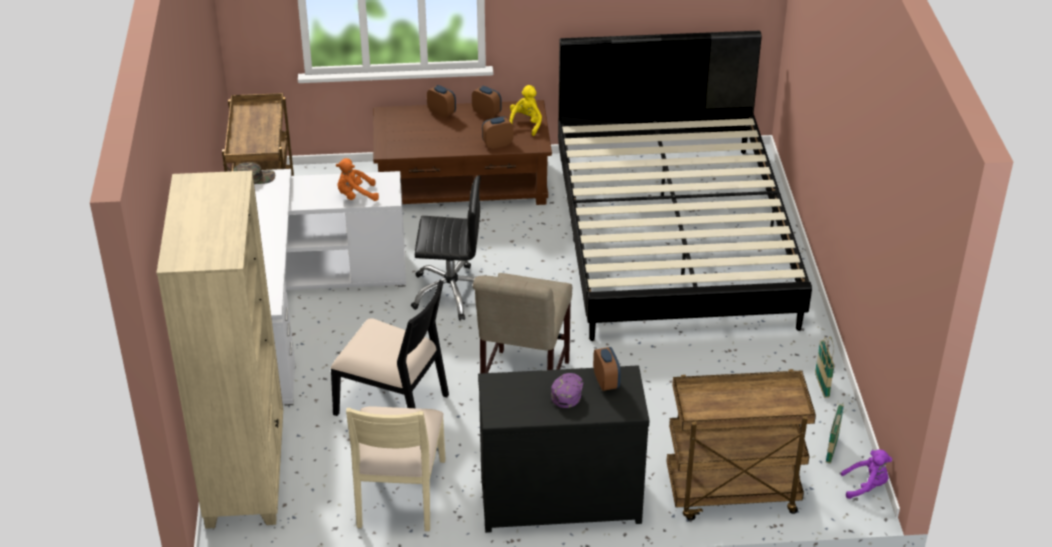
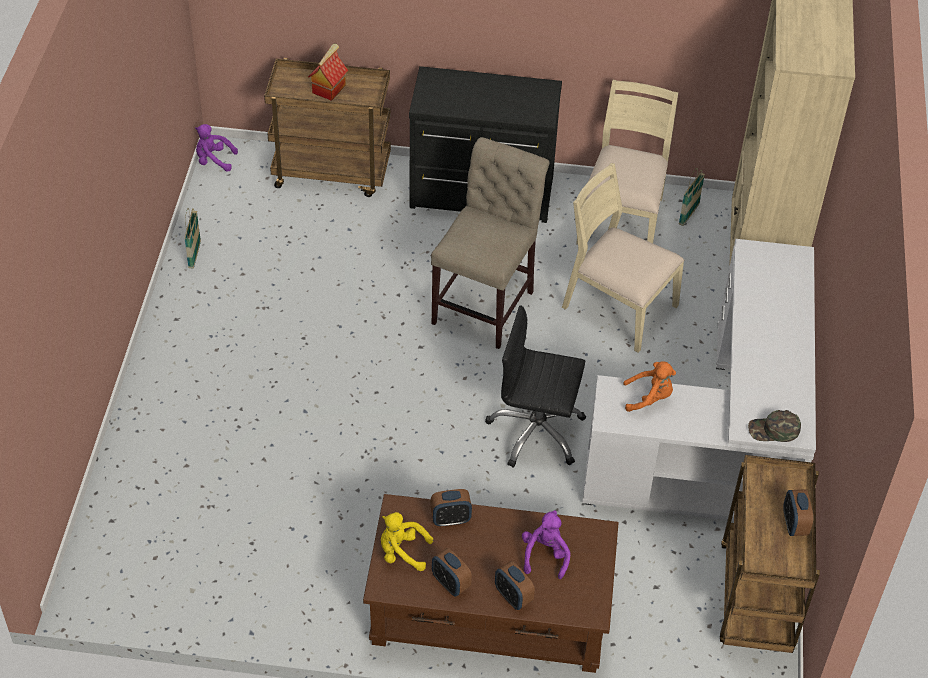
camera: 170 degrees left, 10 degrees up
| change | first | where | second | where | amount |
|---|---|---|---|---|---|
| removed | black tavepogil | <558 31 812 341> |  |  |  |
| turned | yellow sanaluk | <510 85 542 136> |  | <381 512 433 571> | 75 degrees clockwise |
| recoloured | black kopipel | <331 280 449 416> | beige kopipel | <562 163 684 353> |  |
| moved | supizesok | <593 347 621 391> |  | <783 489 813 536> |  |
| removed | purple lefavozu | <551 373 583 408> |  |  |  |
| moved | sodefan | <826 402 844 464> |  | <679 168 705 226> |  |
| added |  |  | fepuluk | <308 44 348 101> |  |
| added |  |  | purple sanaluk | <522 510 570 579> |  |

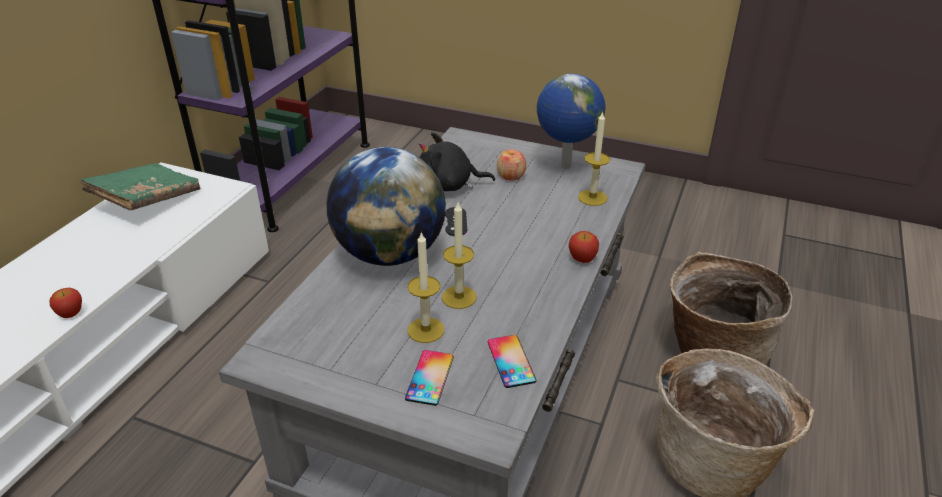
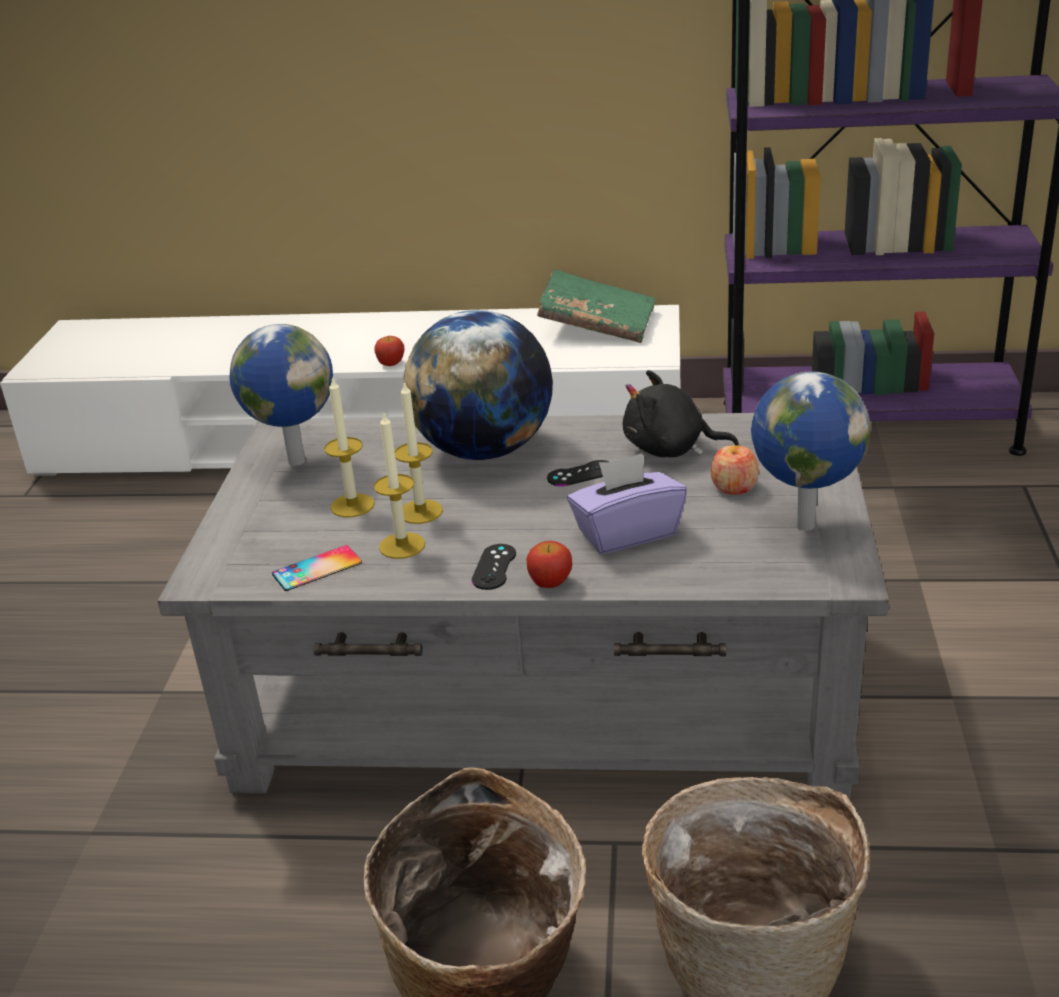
camera: 75 degrees right, 5 degrees down
| change | first | where | second | where | amount |
|---|---|---|---|---|---|
| moved | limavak | <578 111 610 206> |  | <374 413 425 559> |  |
| turned | black sanaluk | <419 132 495 191> |  | <623 370 739 457> | 60 degrees counterclockwise |
| removed | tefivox | <405 350 454 406> |  |  |  |
| added |  |  | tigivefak | <229 324 333 466> |  |
| added |  |  | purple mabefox | <567 453 687 554> |  |
| added |  |  | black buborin | <472 544 516 590> |  |

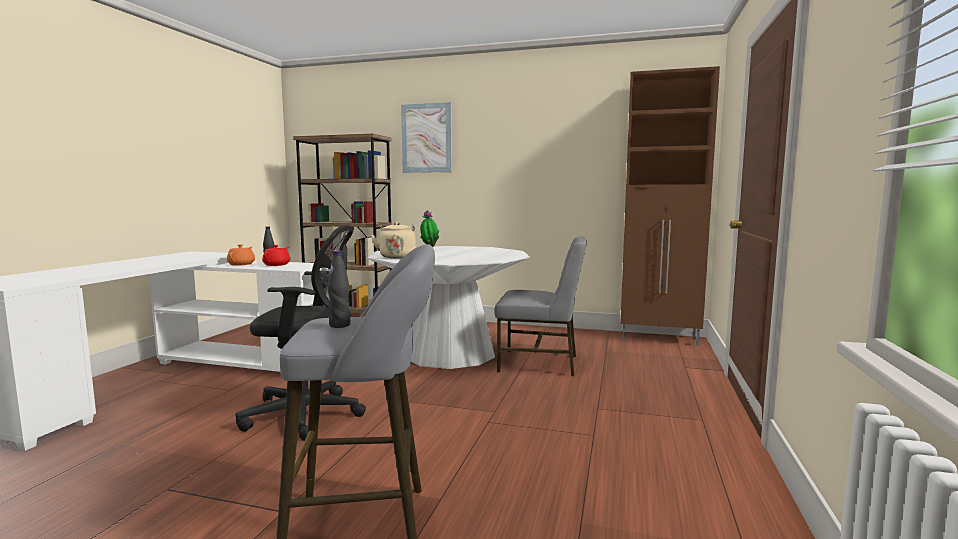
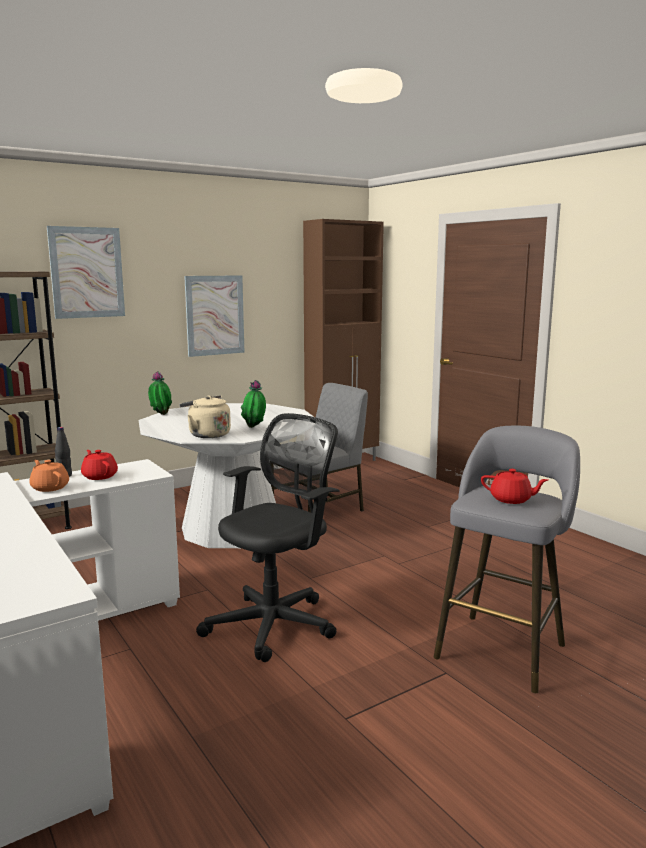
camera: 50 degrees left, 5 degrees up
| change | first | where | second | where | amount |
|---|---|---|---|---|---|
| replaced | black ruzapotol | <328 250 350 328> | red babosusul | <481 469 548 504> |  |
| added |  |  | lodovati | <184 275 245 357> |  |
| added |  |  | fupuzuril | <241 380 266 428> |  |

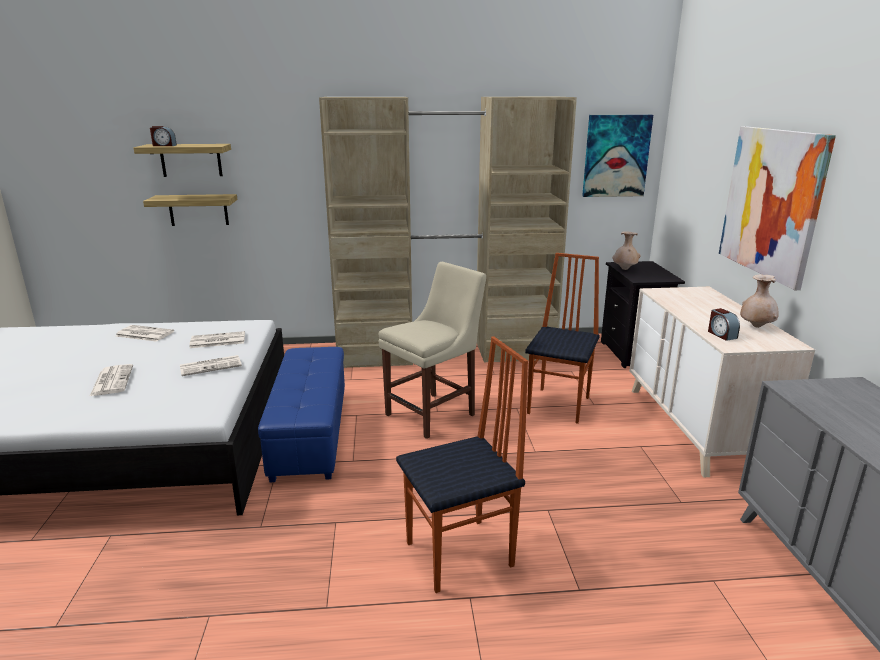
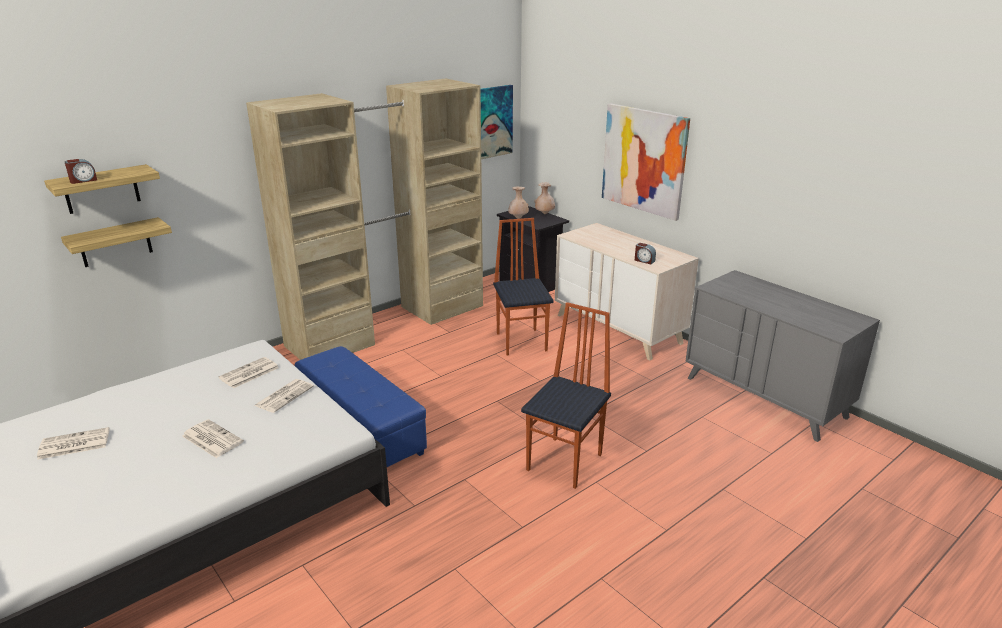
camera: 35 degrees left, 5 degrees up
| change | first | where | second | where | amount |
|---|---|---|---|---|---|
| removed | beige kopipel | <379 262 486 439> |  |  |  |
| moved | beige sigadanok | <740 274 779 328> |  | <534 182 555 214> |  |
| moved | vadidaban | <116 325 174 342> |  | <37 427 109 460> |  |

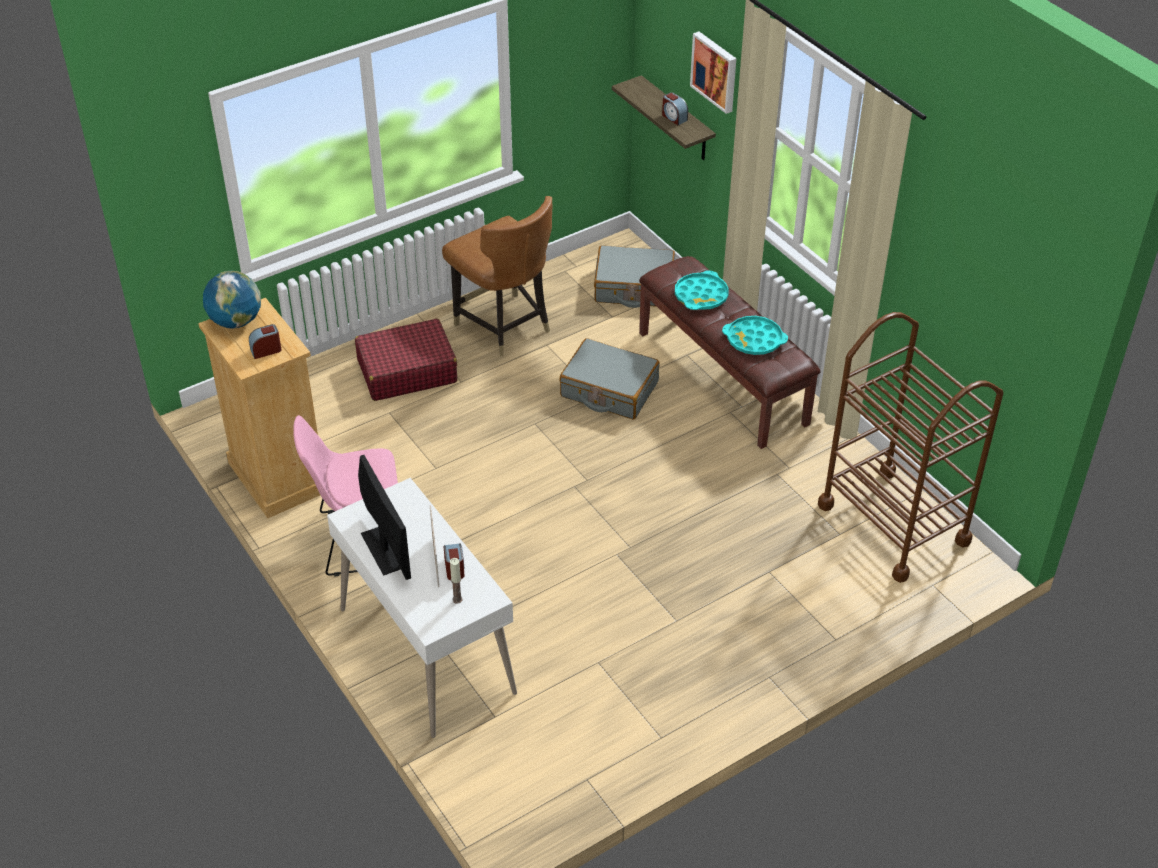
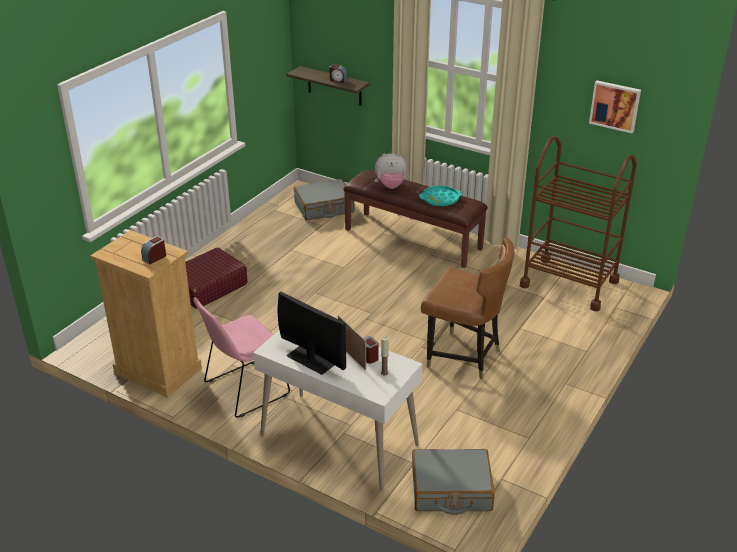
camera: 25 degrees left, 10 degrees down
| change | first | where | second | where | amount |
|---|---|---|---|---|---|
| moved | lodovati | <690 31 737 114> |  | <589 80 641 133> |  |
| moved | brown kopipel | <442 196 552 356> |  | <421 237 514 380> |  |
| replaced | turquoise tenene | <675 270 729 310> | sanaluk | <375 153 407 189> |  |
| removed | tigivefak | <203 271 261 329> |  |  |  |
| moved | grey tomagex | <559 338 660 419> |  | <412 449 495 515> |  |

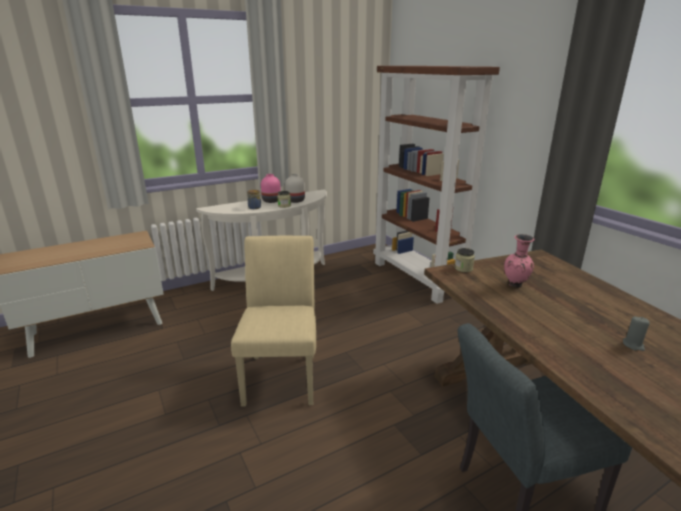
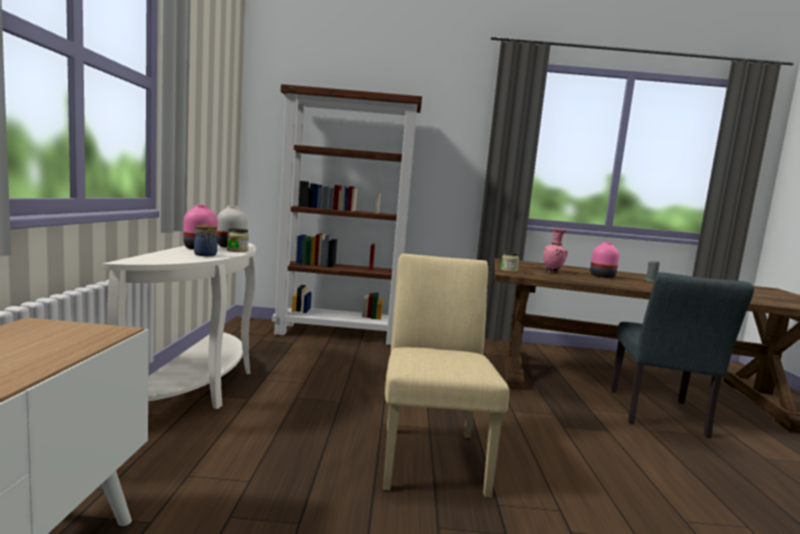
camera: 60 degrees left, 15 degrees down
| change | first | where | second | where | amount |
|---|---|---|---|---|---|
| turned | beige kopipel | <231 236 316 406> |  | <383 254 509 498> | 60 degrees clockwise |
| added |  |  | pink sigadanok | <590 242 619 278> |  |

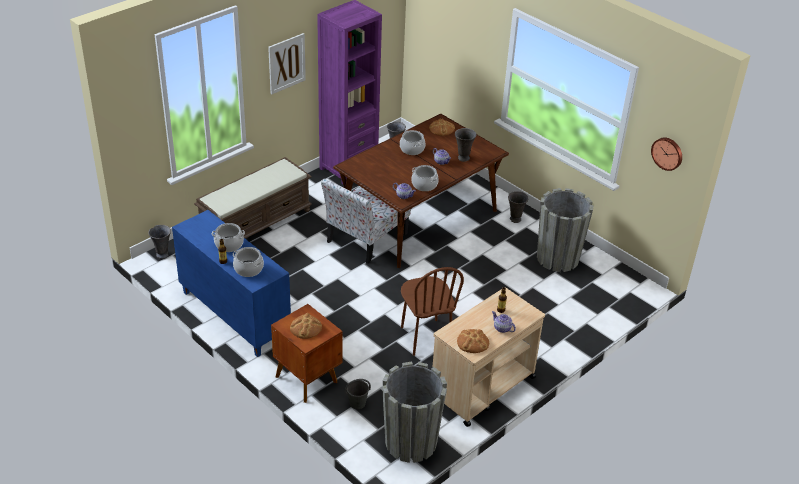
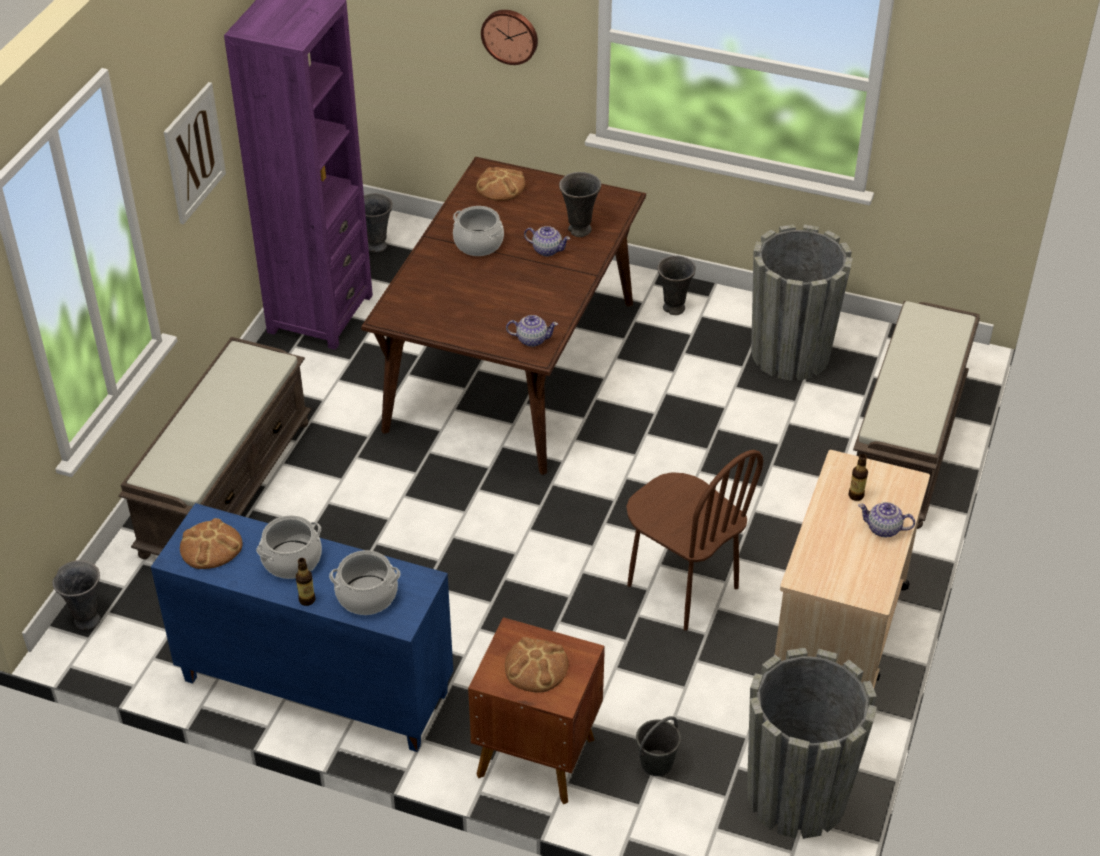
camera: 25 degrees left, 5 degrees up
| change | first | where | second | where | amount |
|---|---|---|---|---|---|
| moved | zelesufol | <651 137 682 171> |  | <481 10 538 65> |  |
| removed | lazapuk | <411 165 439 191> |  |  |  |
| removed | kopipel | <321 179 411 264> |  |  |  |
| moved | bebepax | <457 329 489 353> |  | <180 518 243 569> |  |
| added |  |  | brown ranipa | <853 301 980 529> |  |

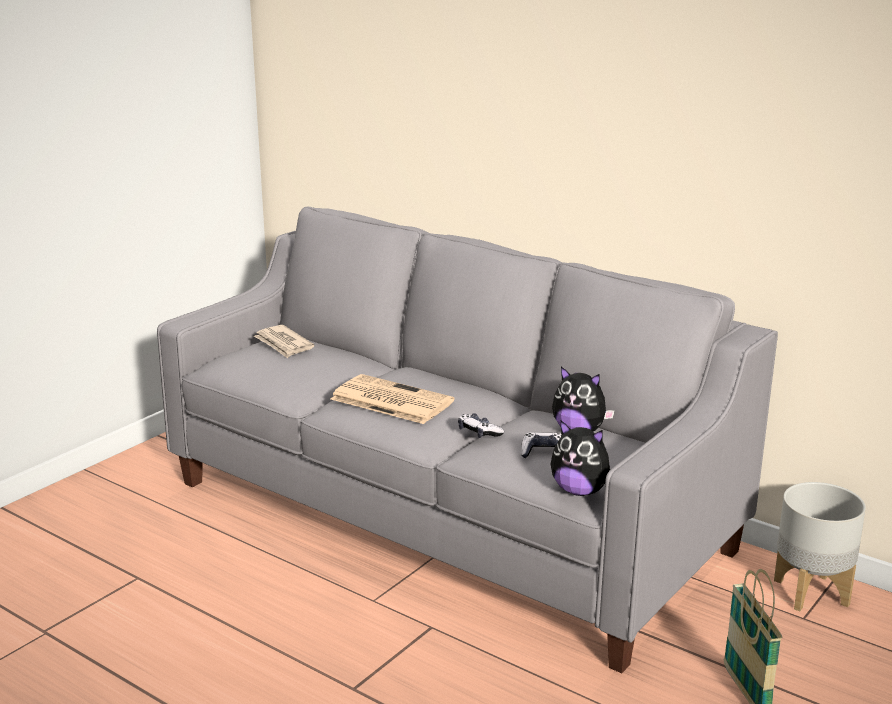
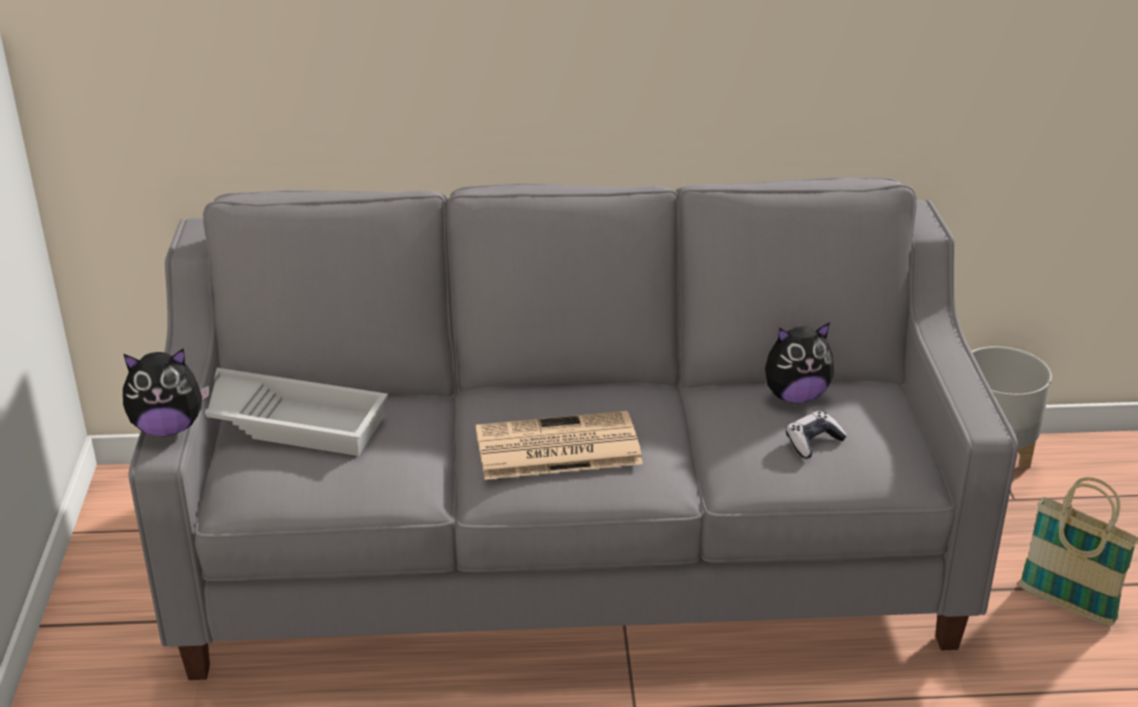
camera: 40 degrees left, 10 degrees up
| change | first | where | second | where | amount |
|---|---|---|---|---|---|
| replaced | vadidaban | <254 325 315 358> | white tenene | <205 368 388 456> |  |
| removed | buborin | <458 413 504 438> |  |  |  |
| moved | sanaluk | <551 421 611 496> |  | <123 349 209 436> |  |

